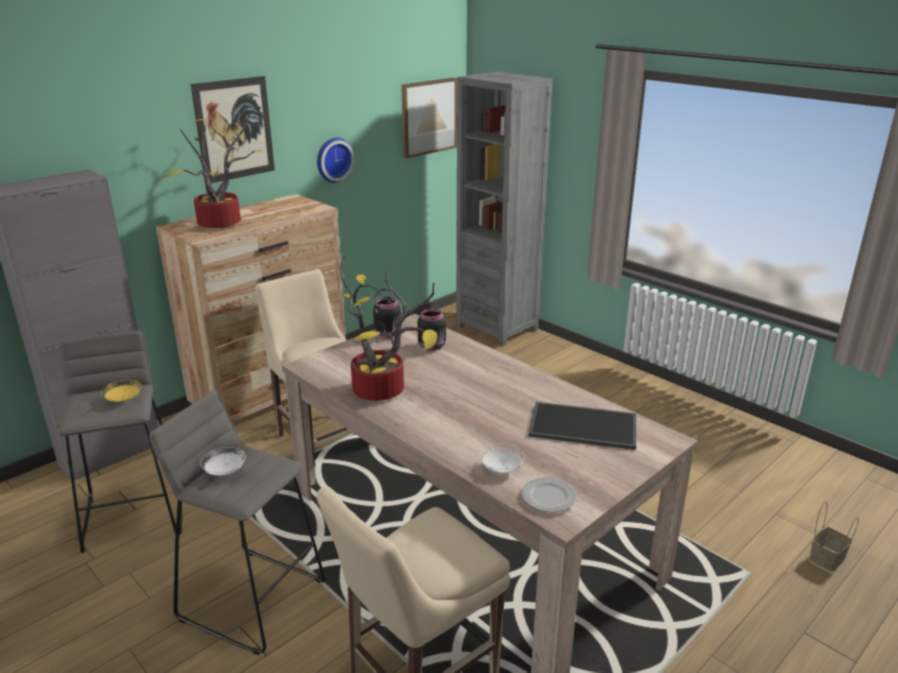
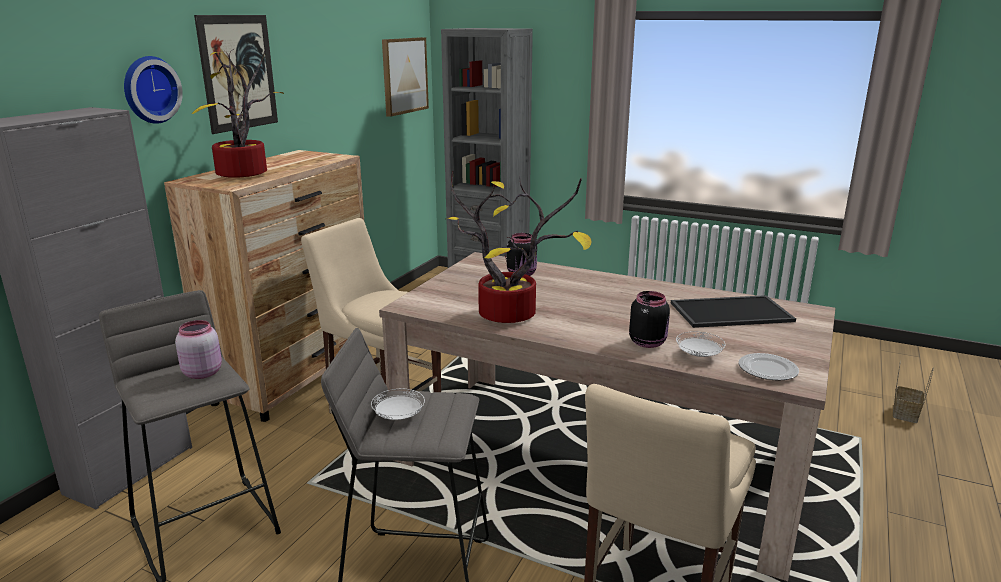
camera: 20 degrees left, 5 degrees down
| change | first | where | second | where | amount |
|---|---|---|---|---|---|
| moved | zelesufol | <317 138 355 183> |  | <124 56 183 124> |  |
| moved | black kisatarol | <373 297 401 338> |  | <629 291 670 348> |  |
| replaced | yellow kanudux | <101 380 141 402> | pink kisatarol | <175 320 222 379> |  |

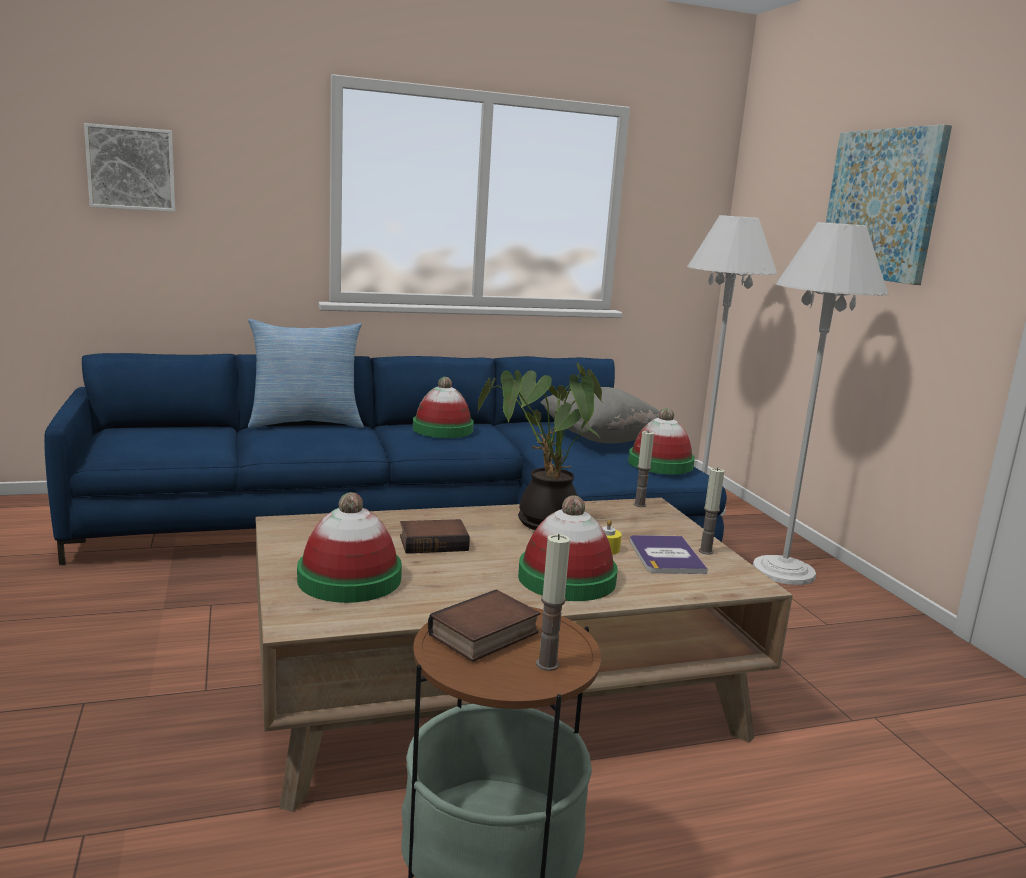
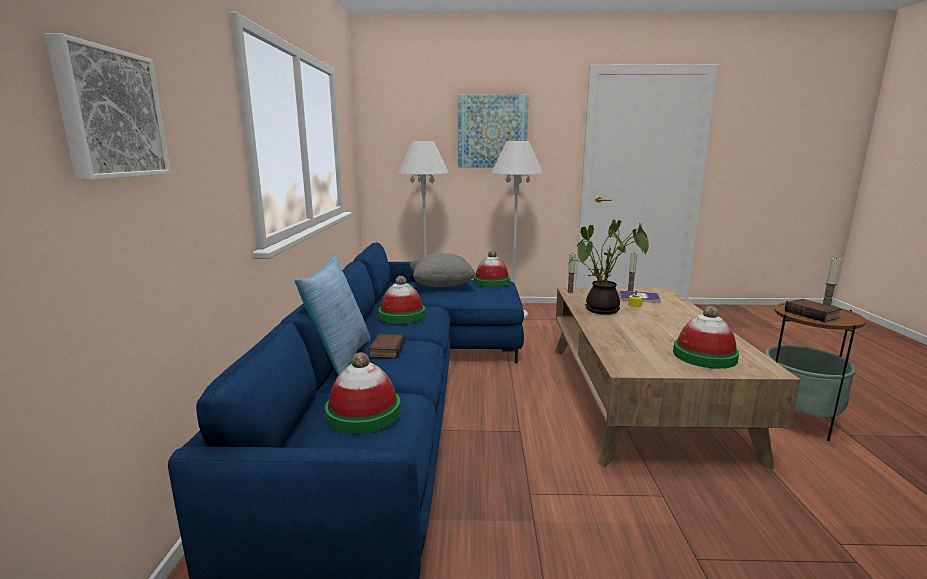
camera: 70 degrees left, 0 degrees up
| change | first | where | second | where | amount |
|---|---|---|---|---|---|
| moved | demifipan | <518 495 618 601> |  | <325 352 401 434> |  |
| moved | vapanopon | <400 519 470 554> |  | <369 334 405 359> |  |

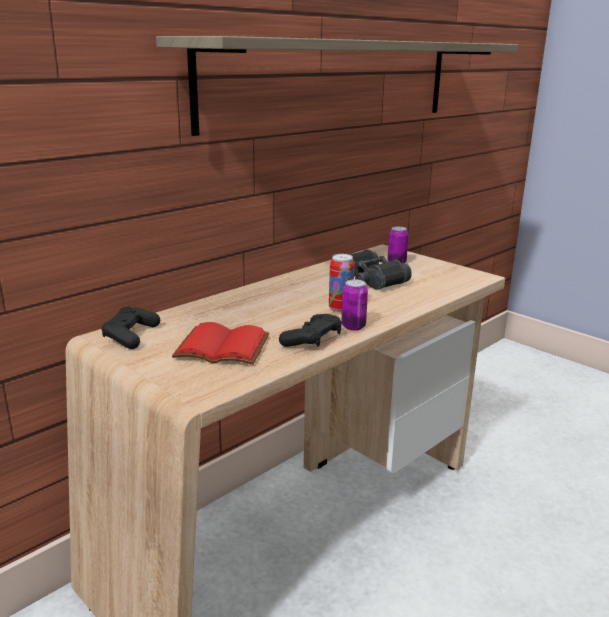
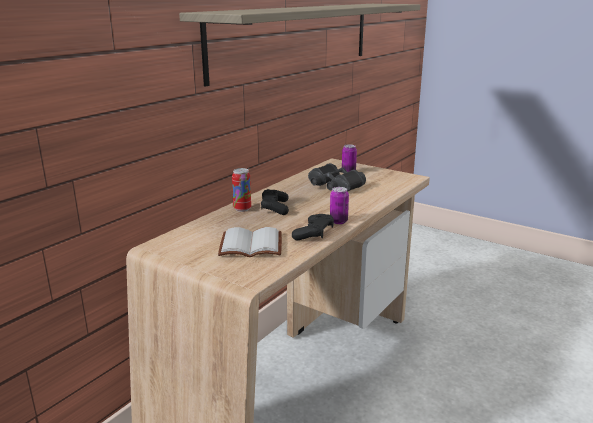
camera: 10 degrees left, 0 degrees up
| change | first | where | second | where | amount |
|---|---|---|---|---|---|
| moved | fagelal | <329 254 355 313> |  | <232 168 251 212> |  |
| moved | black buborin | <101 306 160 349> |  | <261 189 289 215> |  |
| recoloured | red vapanopon | <172 322 269 365> | white vapanopon | <218 227 282 257> |  |

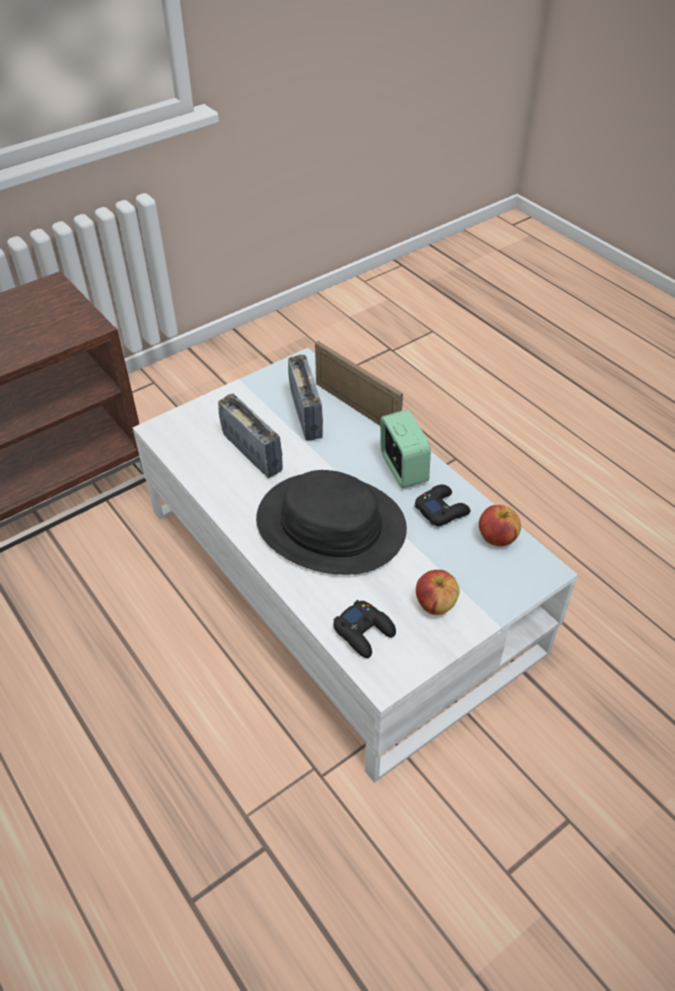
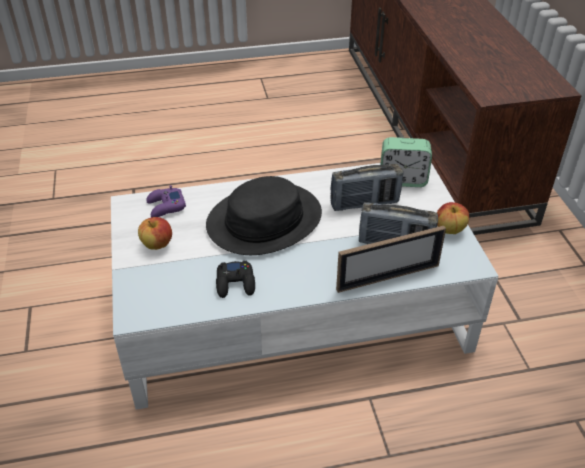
camera: 115 degrees right, 5 degrees down
| change | first | where | second | where | amount |
|---|---|---|---|---|---|
| moved | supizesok | <380 409 431 488> |  | <380 137 432 187> |  |
| moved | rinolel | <479 505 521 547> |  | <437 202 469 234> |  |
| recoloured | black buborin | <333 600 396 658> | purple buborin | <146 185 186 217> |  |

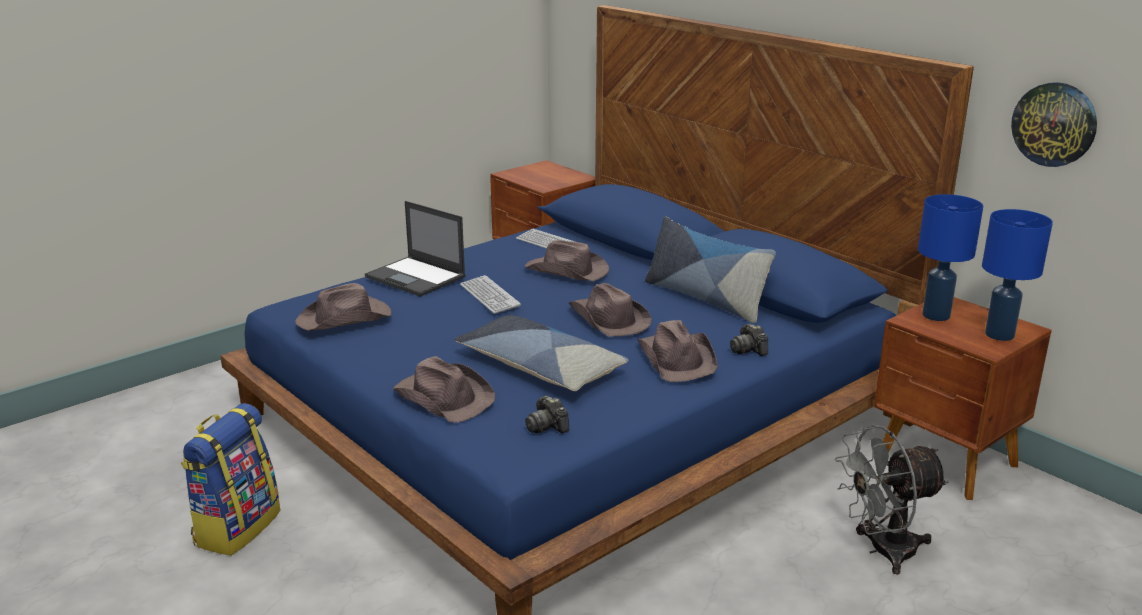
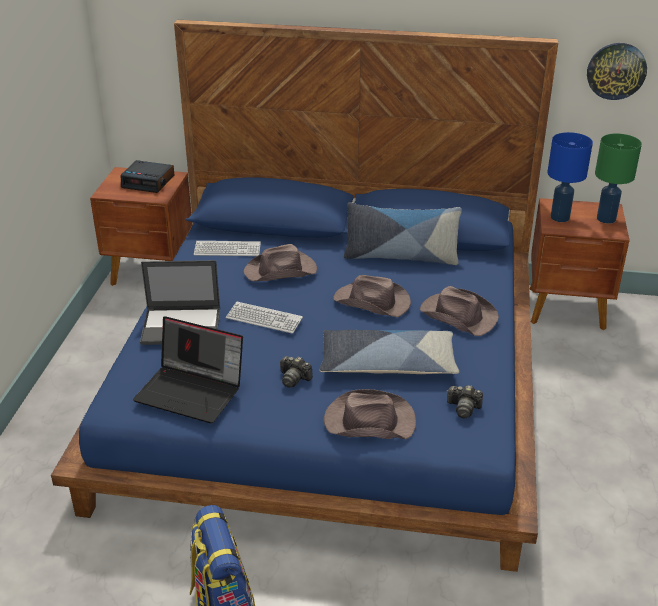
camera: 40 degrees left, 10 degrees up
| change | first | where | second | where | amount |
|---|---|---|---|---|---|
| recoloured | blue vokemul | <982 209 1053 341> | green vokemul | <595 133 642 224> |  |
| replaced | brown demifipan | <295 283 392 331> | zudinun | <133 316 243 423> |  |
| moved | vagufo | <730 324 768 356> |  | <280 356 313 388> |  |
| removed | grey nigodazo | <835 425 949 575> |  |  |  |
| added |  |  | supizesok | <121 160 174 193> |  |

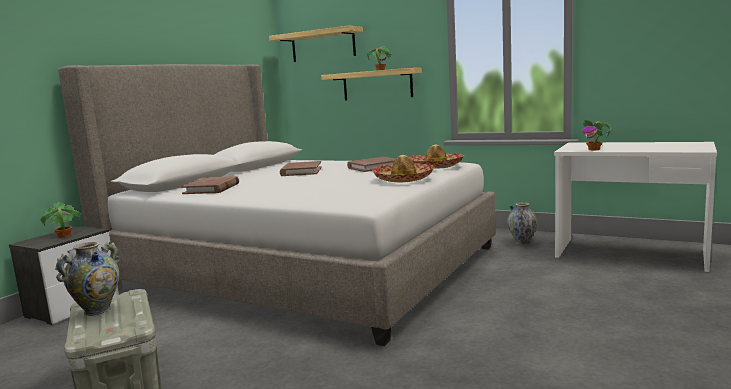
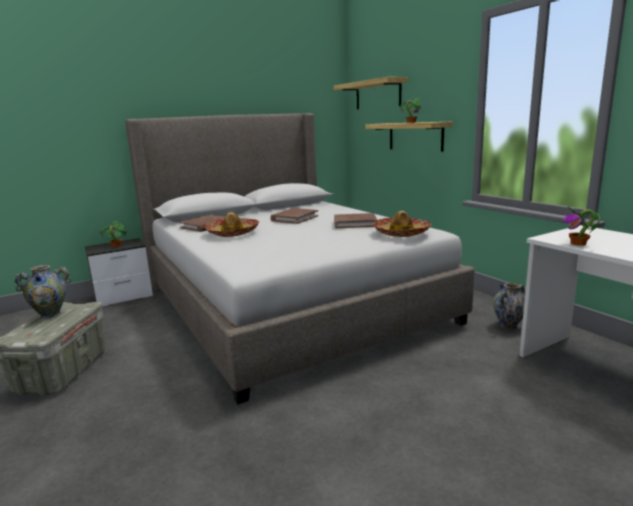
camera: 30 degrees right, 5 degrees up
| change | first | where | second | where | amount |
|---|---|---|---|---|---|
| moved | demifipan | <372 155 434 182> |  | <205 212 259 237> |  |

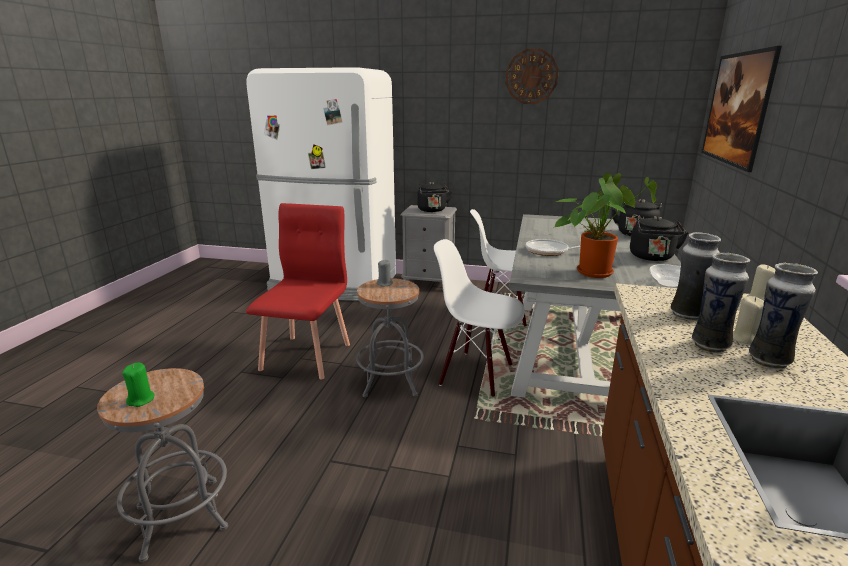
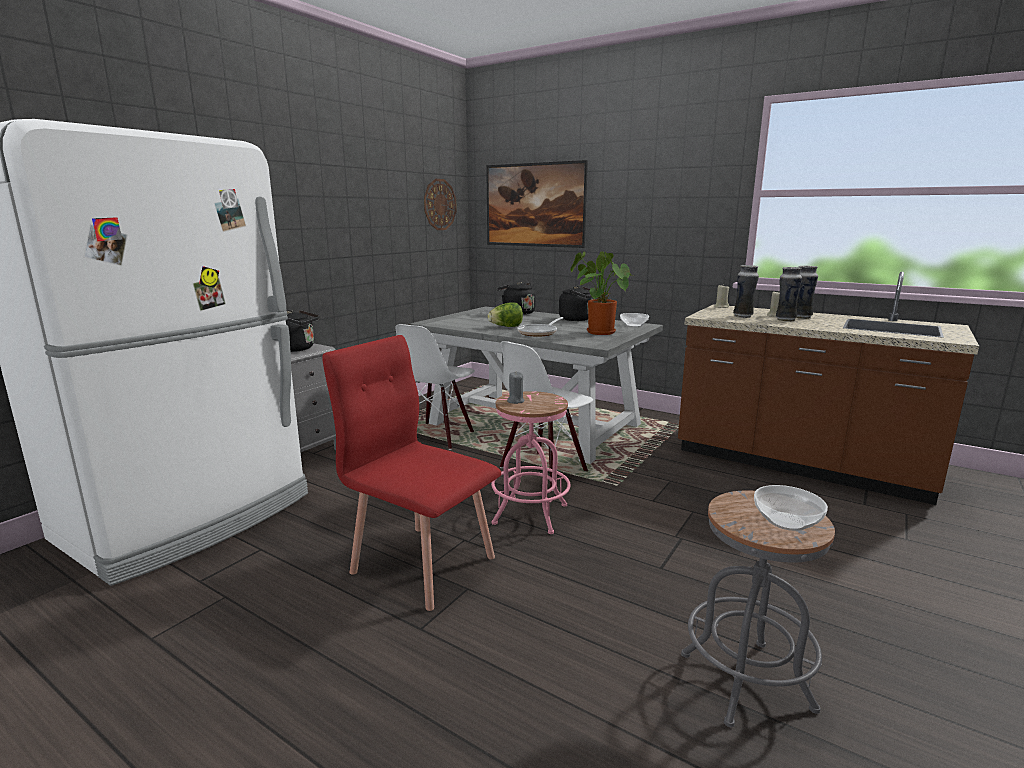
camera: 70 degrees left, 5 degrees down
| change | first | where | second | where | amount |
|---|---|---|---|---|---|
| moved | zelesufol | <506 49 559 104> |  | <424 179 457 230> |  |
| recoloured | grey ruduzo | <356 278 424 397> | pink ruduzo | <491 391 571 534> |  |
| replaced | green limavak | <122 363 155 407> | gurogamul | <754 485 828 531> |  |
| added |  |  | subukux | <487 302 523 327> |  |

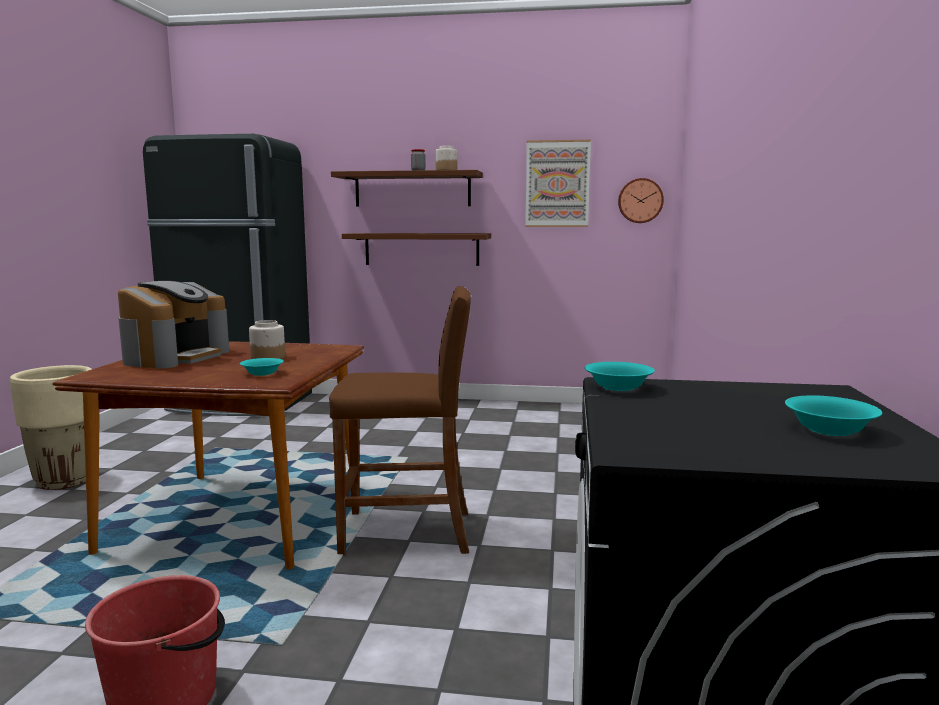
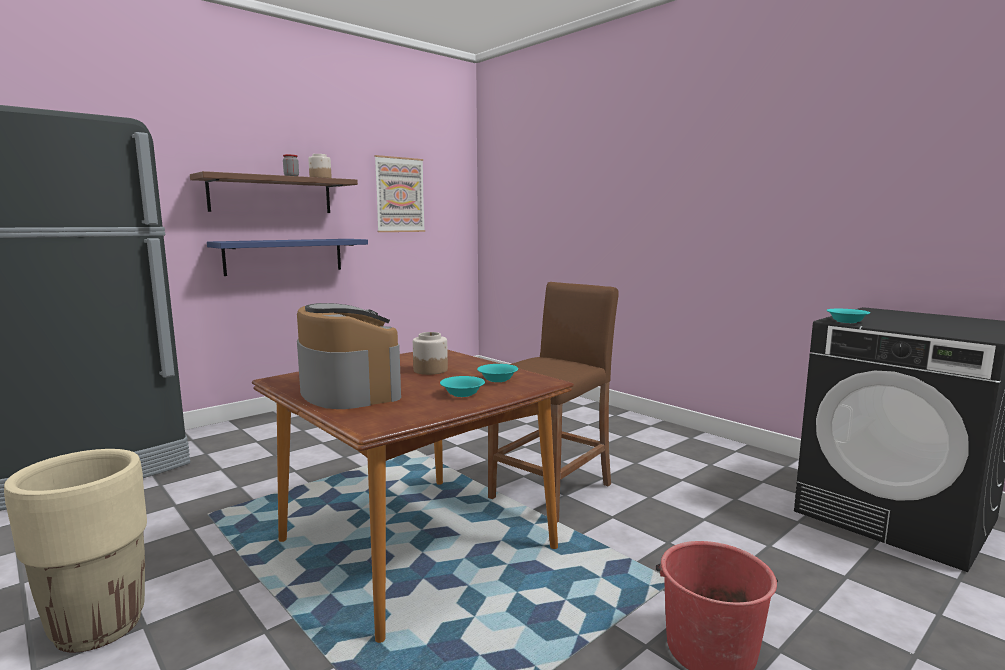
camera: 50 degrees left, 0 degrees up
| change | first | where | second | where | amount |
|---|---|---|---|---|---|
| removed | zelesufol | <618 178 664 223> |  |  |  |
| recoloured | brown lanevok | <342 233 491 266> | blue lanevok | <207 239 368 276> |  |
| moved | turquoise gurogamul | <785 395 882 436> |  | <440 376 485 397> |  |

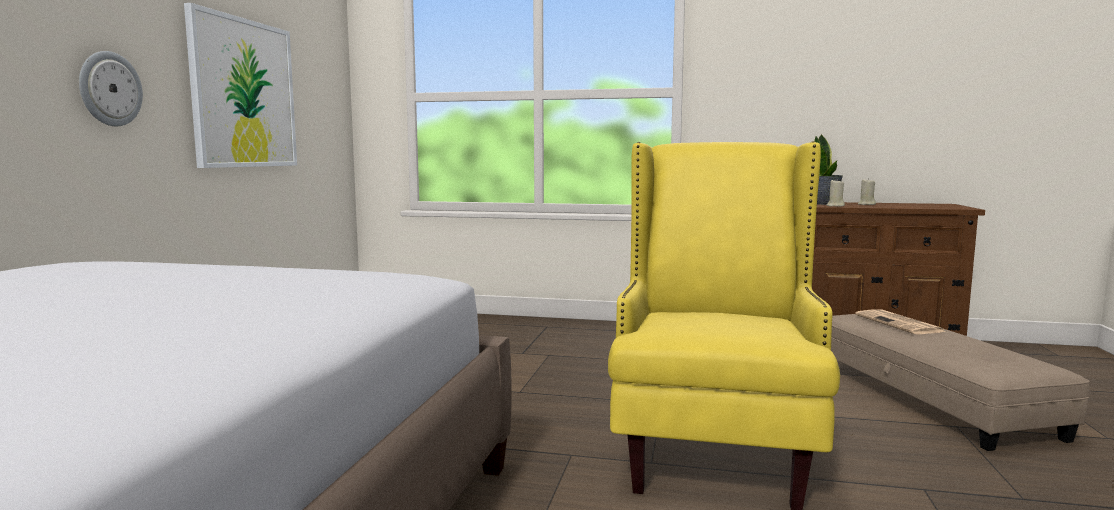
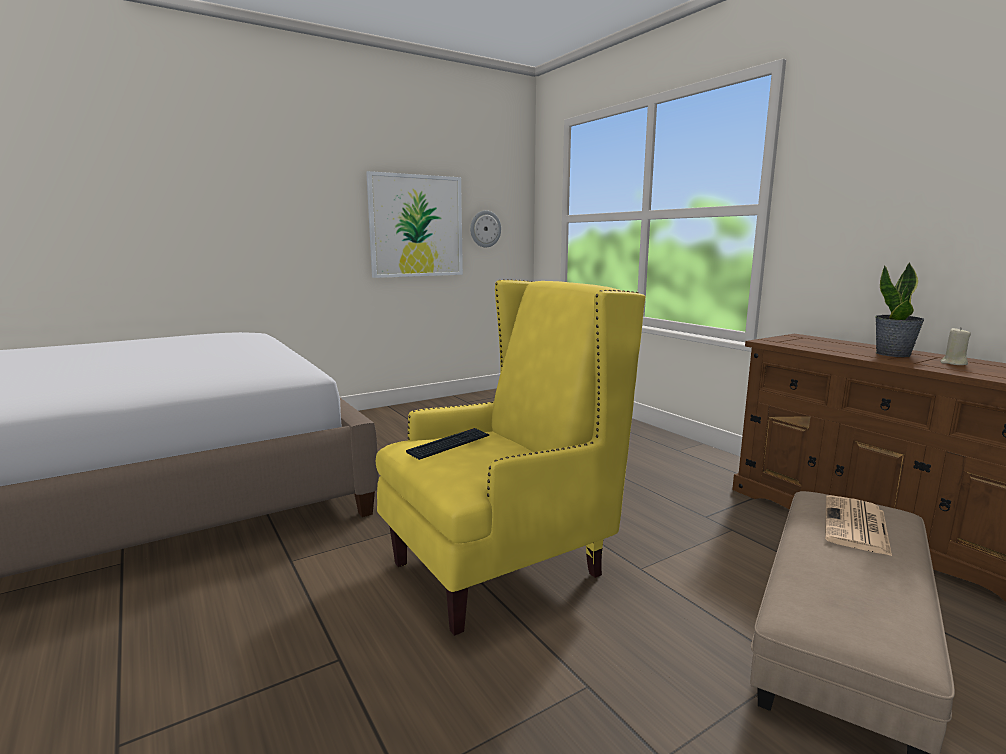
camera: 45 degrees right, 5 degrees up
| change | first | where | second | where | amount |
|---|---|---|---|---|---|
| moved | zelesufol | <79 51 143 126> |  | <470 210 501 247> |  |
| removed | beige limavak | <827 179 845 207> |  |  |  |
| added |  |  | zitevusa | <406 428 490 460> |  |

